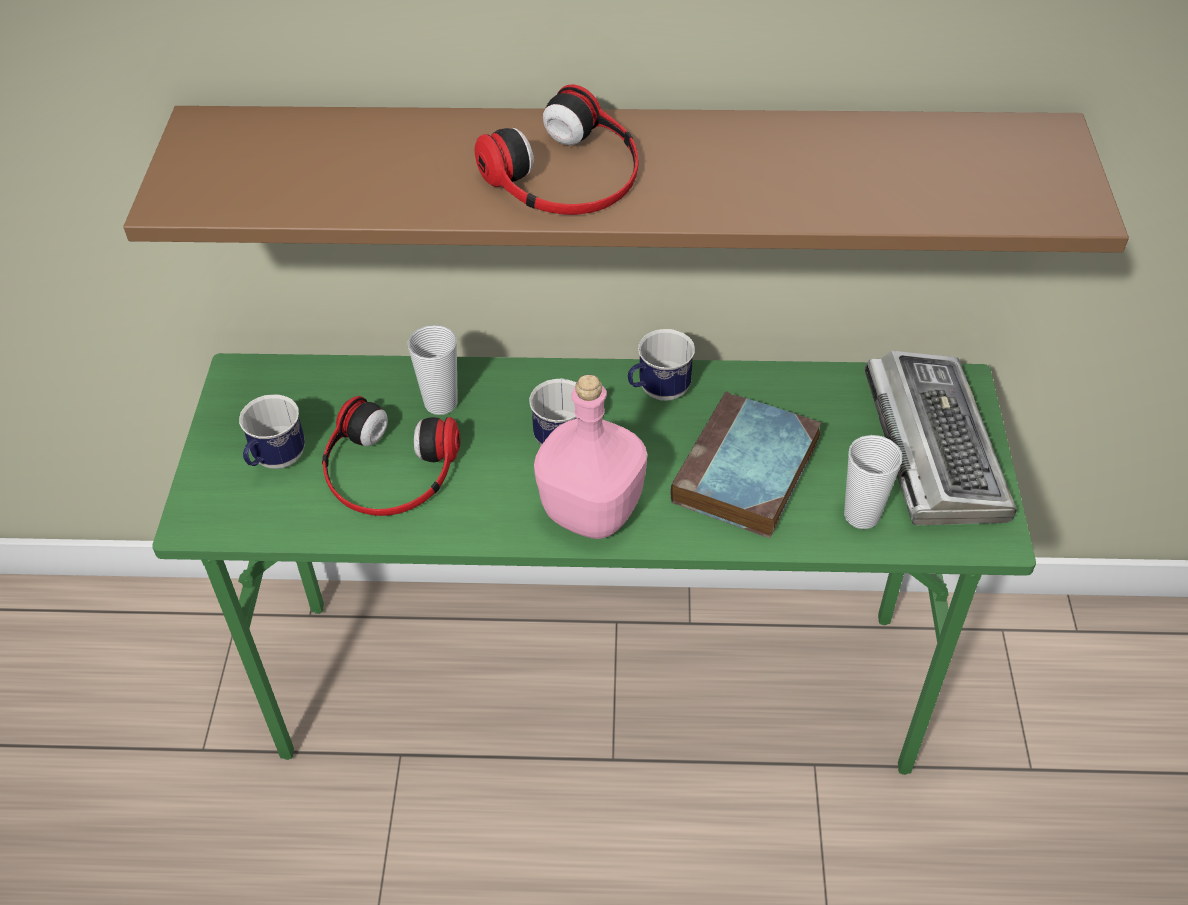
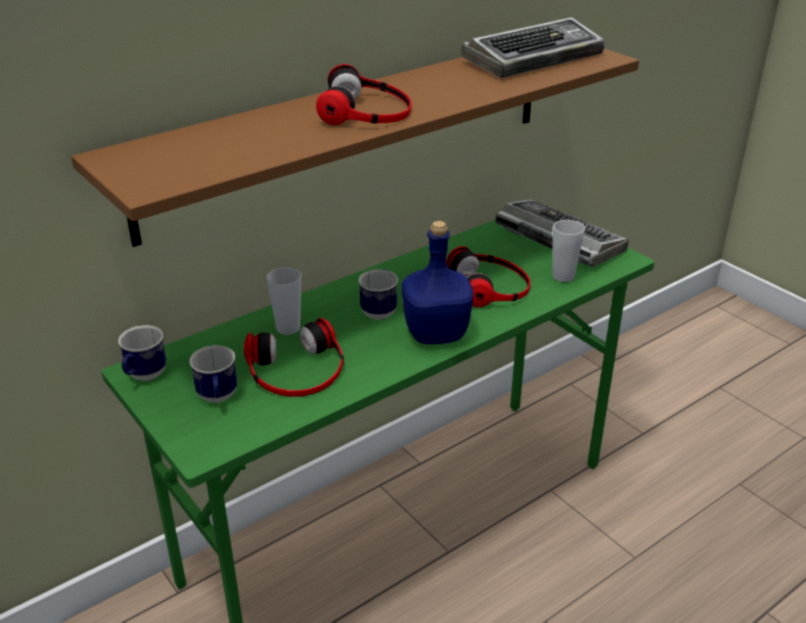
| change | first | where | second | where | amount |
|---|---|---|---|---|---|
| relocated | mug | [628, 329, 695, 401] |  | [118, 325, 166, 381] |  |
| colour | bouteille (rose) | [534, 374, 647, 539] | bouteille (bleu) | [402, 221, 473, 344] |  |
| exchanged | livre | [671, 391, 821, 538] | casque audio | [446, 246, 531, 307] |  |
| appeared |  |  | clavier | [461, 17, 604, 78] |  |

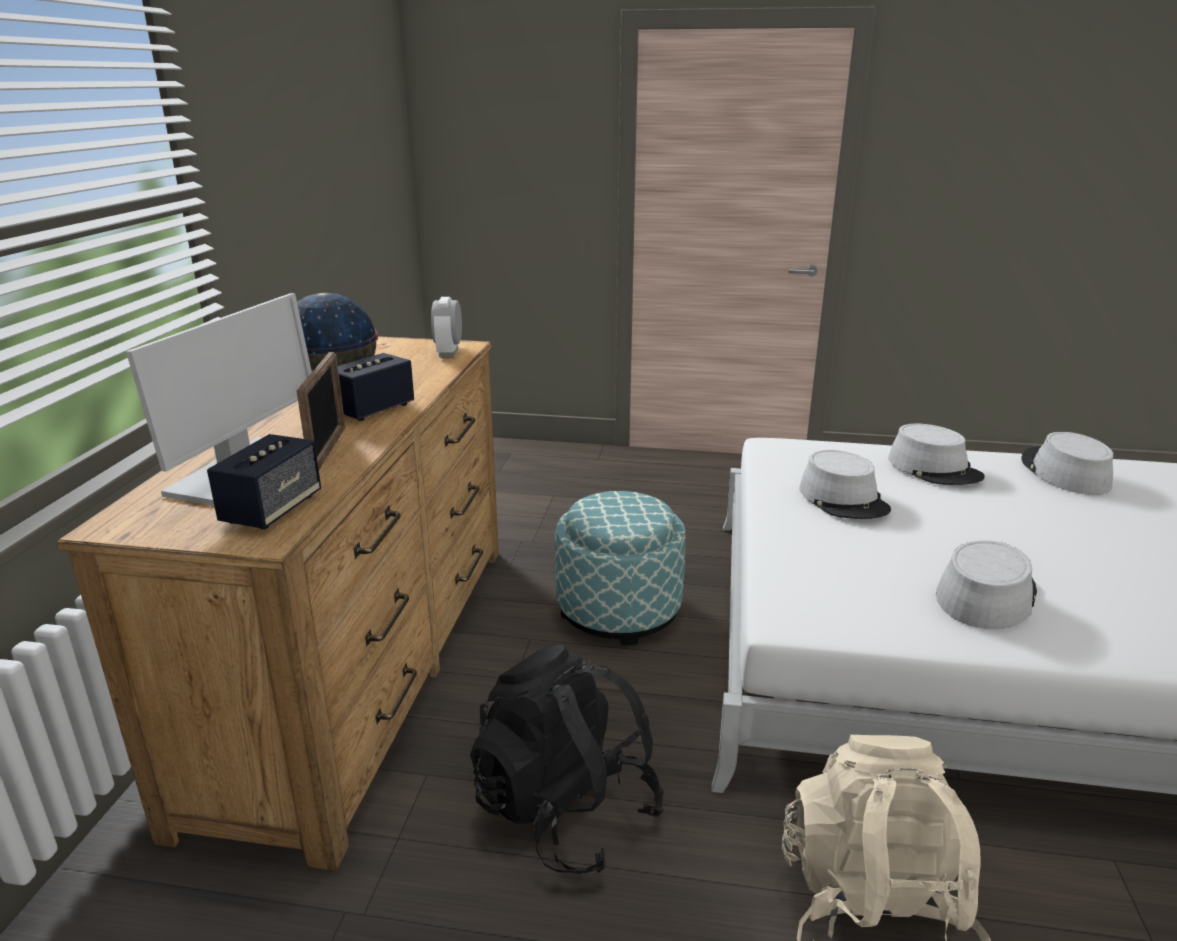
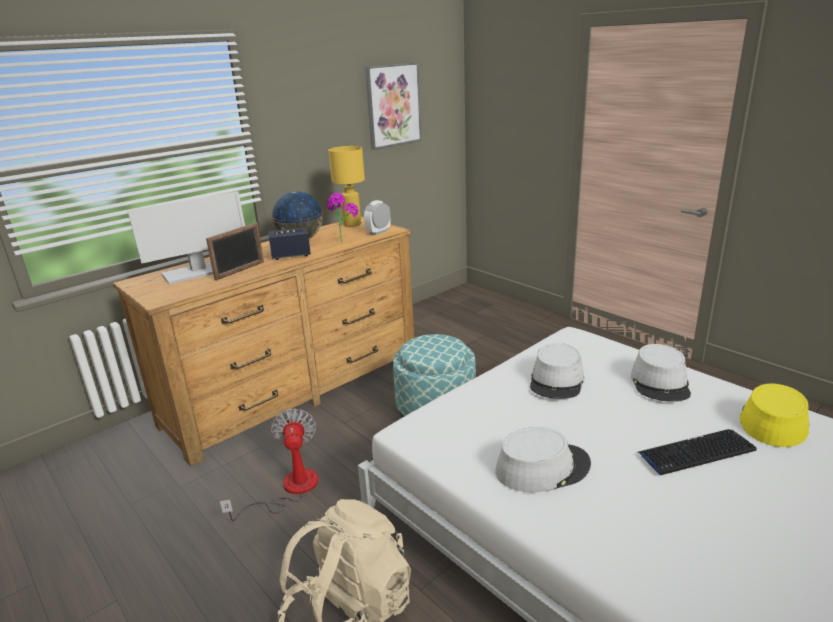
| change | first | where | second | where | amount |
|---|---|---|---|---|---|
| colour | chapeau (gris) | [1021, 432, 1113, 495] | chapeau (jaune) | [740, 383, 809, 447] |  |
| missing | enceinte | [207, 434, 321, 529] |  |  |  |
| exchanged | sac à dos (noir) | [470, 644, 664, 874] | ventilateur | [220, 408, 318, 521] |  |
| appeared |  |  | tableau | [365, 63, 421, 150] |  |
| appeared |  |  | lampe de table (jaune) | [328, 146, 365, 227] |  |
| appeared |  |  | plante en pot | [327, 193, 359, 243] |  |
| appeared |  |  | clavier | [638, 429, 757, 475] |  |

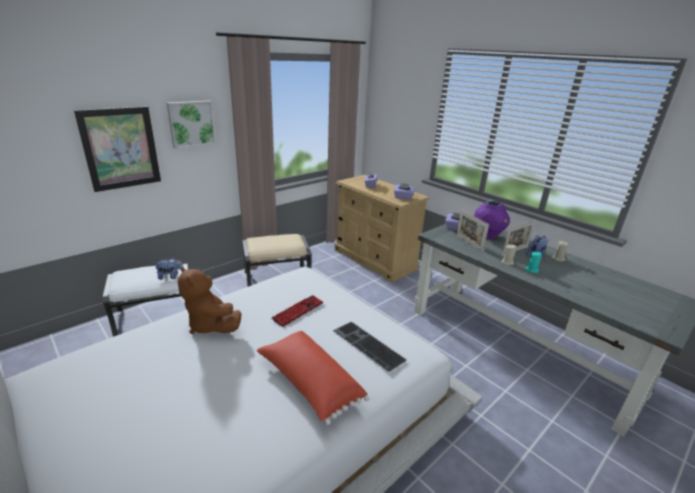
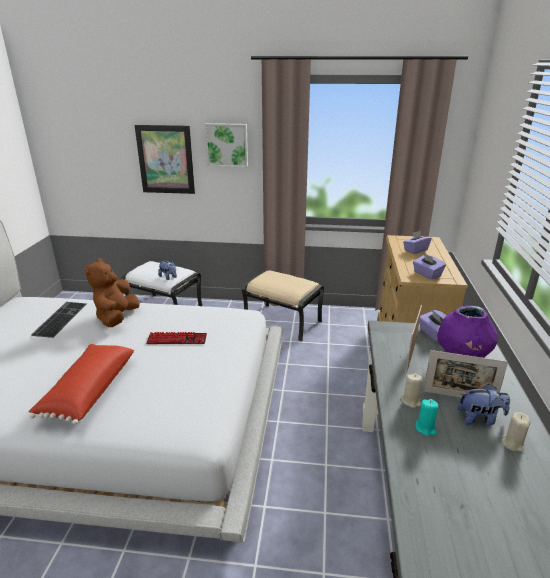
| change | first | where | second | where | amount |
|---|---|---|---|---|---|
| relocated | clavier | [333, 322, 407, 372] |  | [31, 302, 86, 338] |  |

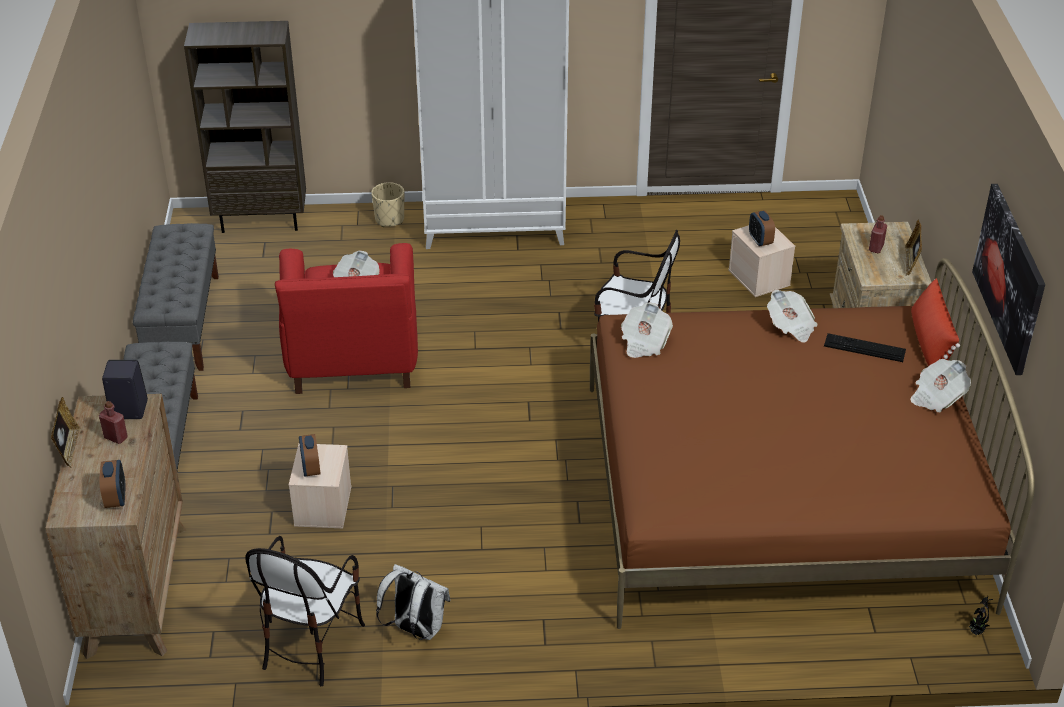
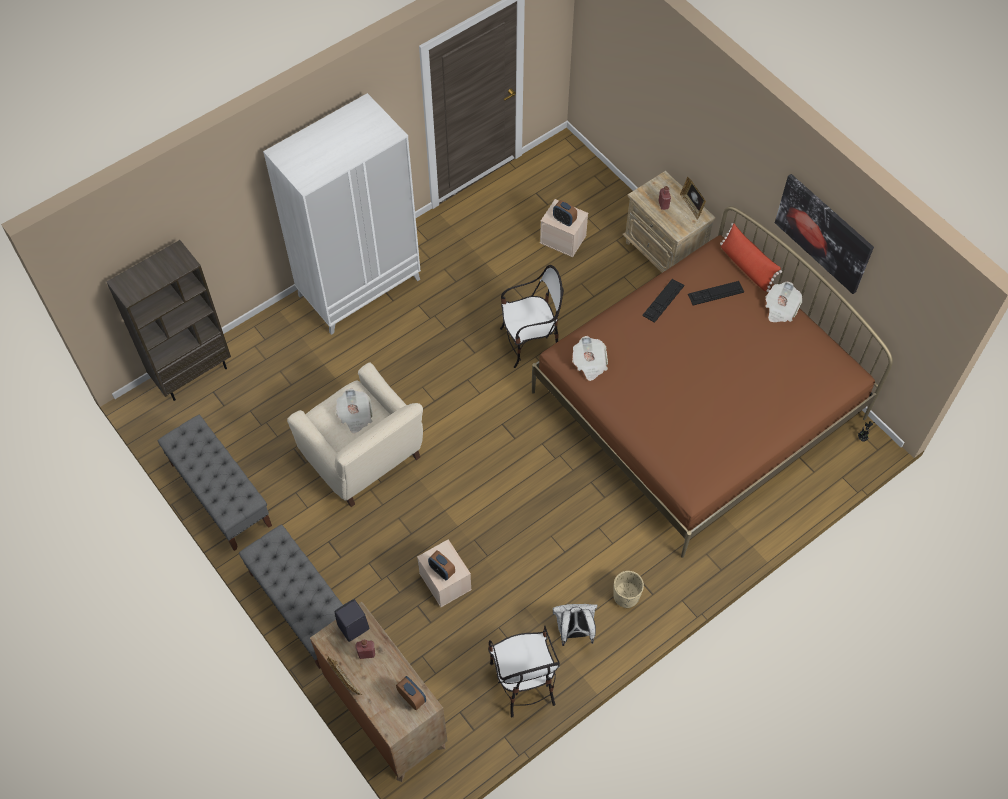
| change | first | where | second | where | amount |
|---|---|---|---|---|---|
| relocated | cache-pot (beige) | [371, 182, 404, 227] |  | [613, 571, 644, 608] |  |
| colour | fauteuil (rouge) | [275, 243, 418, 394] | fauteuil (beige) | [287, 362, 423, 507] |  |
| exchanged | journal | [767, 289, 818, 343] | clavier | [642, 279, 684, 323] |  |

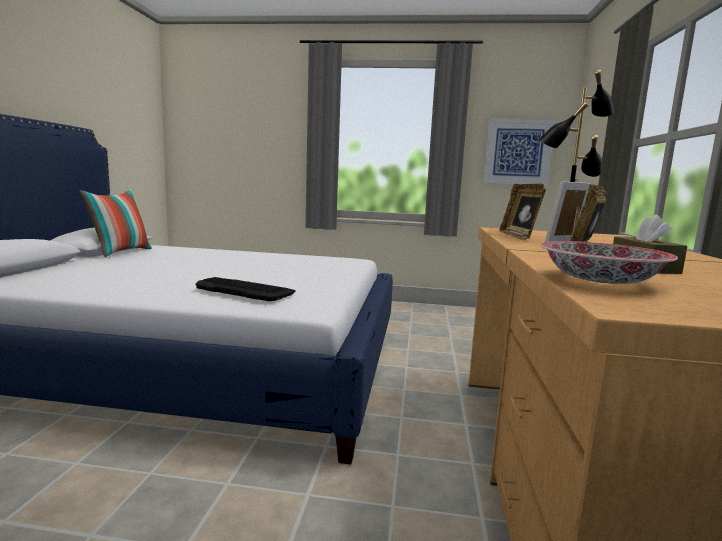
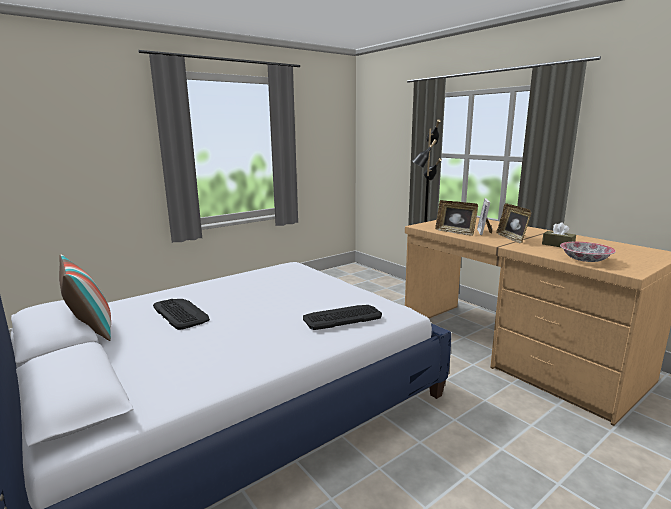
| change | first | where | second | where | amount |
|---|---|---|---|---|---|
| missing | tableau | [483, 118, 555, 186] |  |  |  |
| appeared |  |  | clavier | [153, 299, 210, 330] |  |

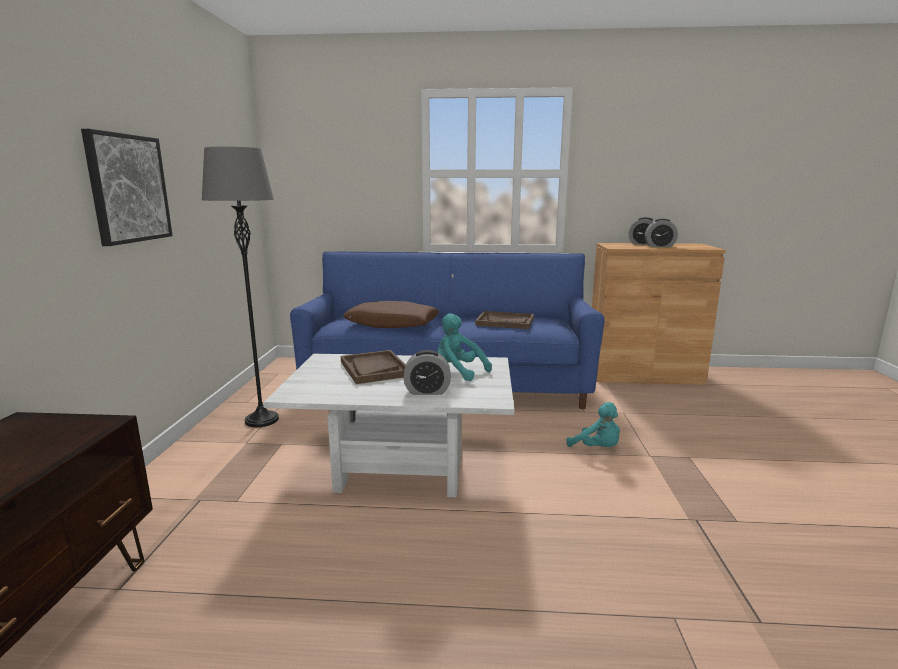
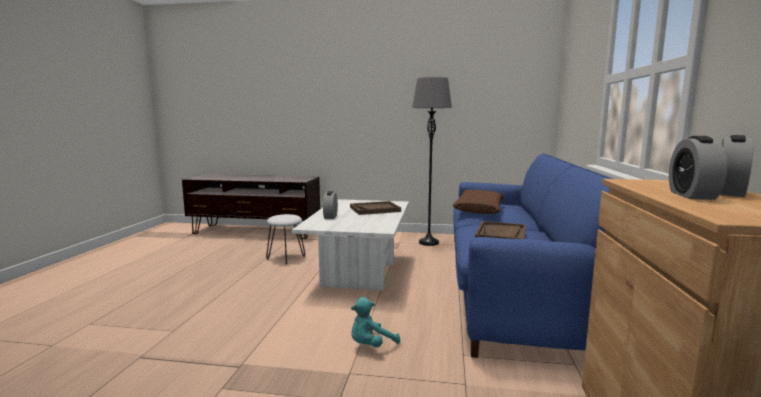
| change | first | where | second | where | amount |
|---|---|---|---|---|---|
| missing | tableau | [81, 129, 173, 246] |  |  |  |
| missing | peluche (turquoise) | [437, 314, 492, 381] |  |  |  |
| appeared |  |  | tabouret (blanc) | [266, 214, 306, 264] |  |

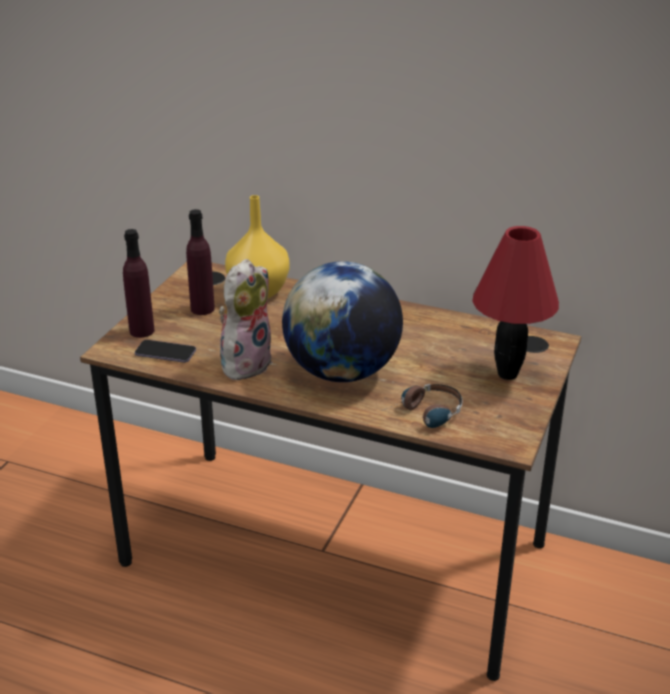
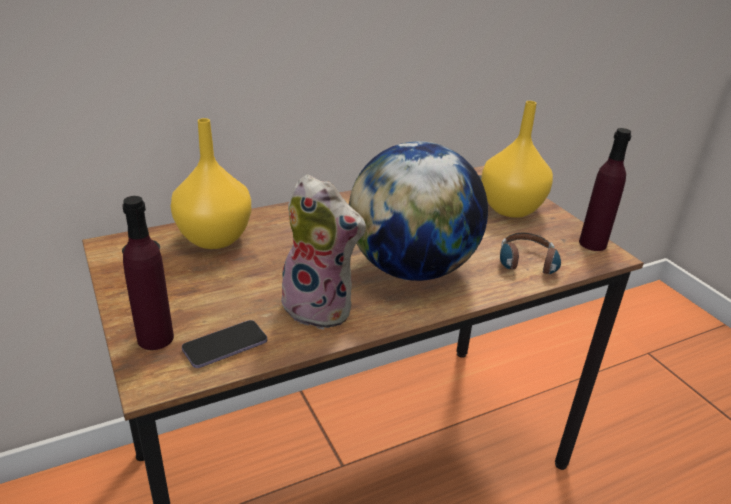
| change | first | where | second | where | amount |
|---|---|---|---|---|---|
| relocated | bouteille (violet) | [186, 209, 215, 315] |  | [579, 128, 632, 251] |  |
| exchanged | lampe de table (rouge) | [472, 226, 559, 380] | vase (jaune) | [481, 101, 553, 218] |  |
| spun | peluche | [219, 259, 273, 380] |  | [275, 175, 366, 330] | 135 degrees clockwise |

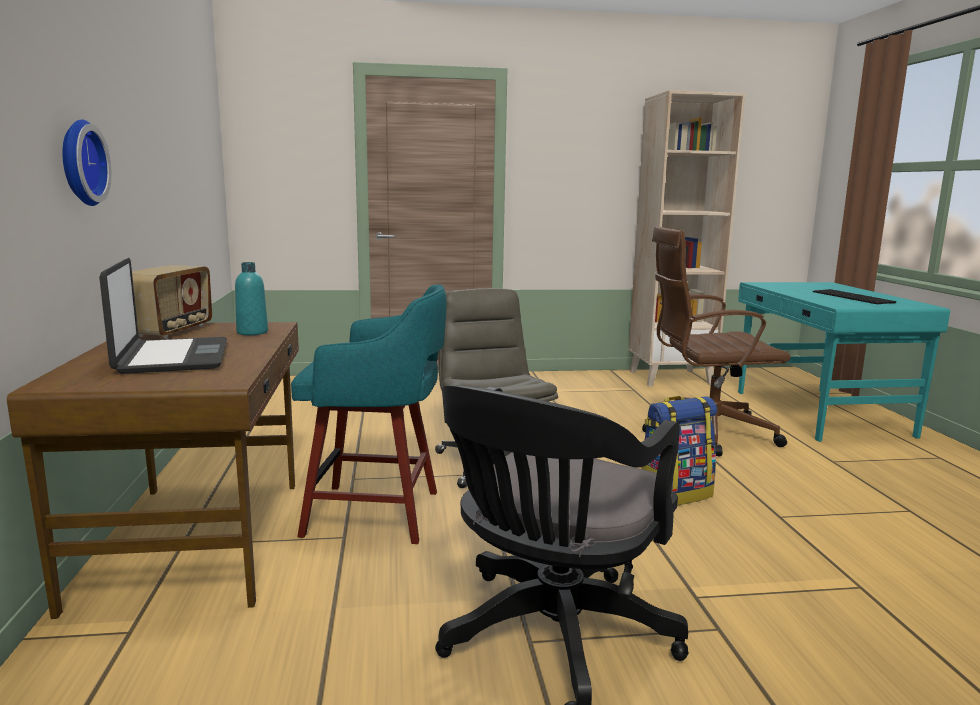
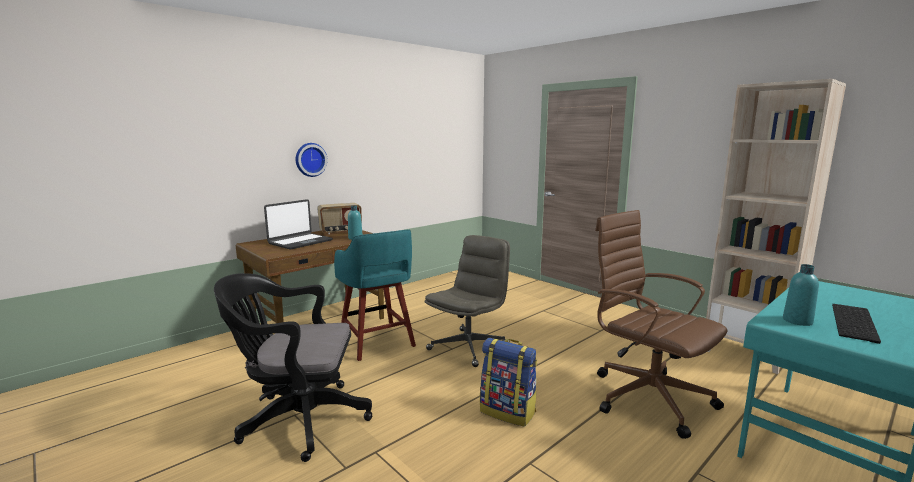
| change | first | where | second | where | amount |
|---|---|---|---|---|---|
| appeared |  |  | bouteille (turquoise) | [783, 264, 819, 326] |  |

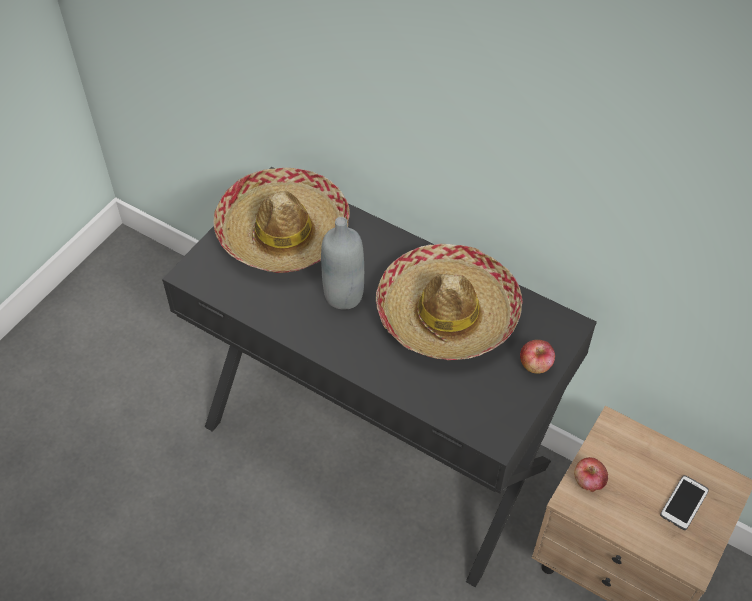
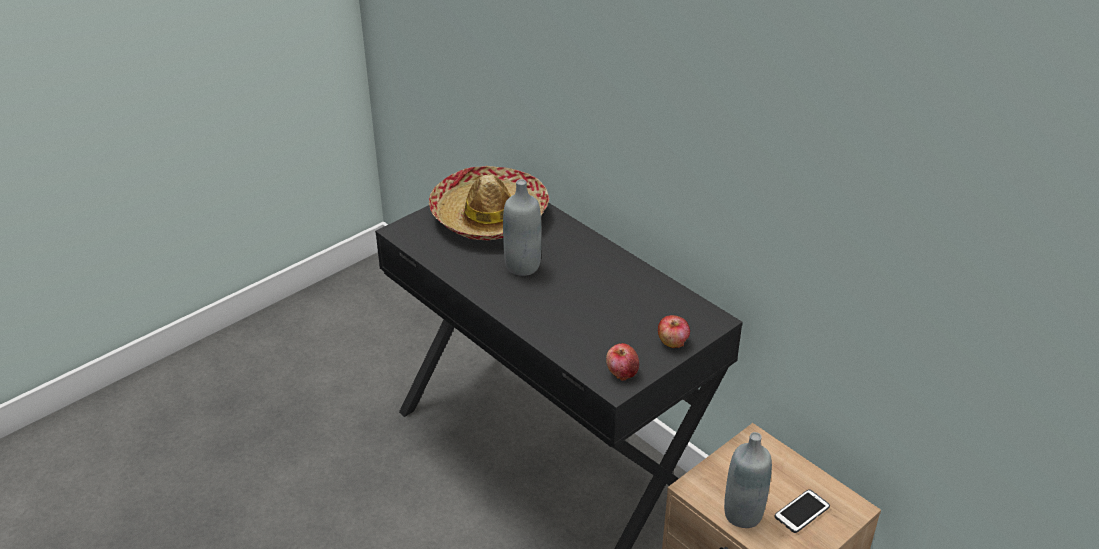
| change | first | where | second | where | amount |
|---|---|---|---|---|---|
| missing | chapeau | [376, 244, 523, 360] |  |  |  |
| relocated | pomme | [574, 457, 608, 492] |  | [606, 343, 639, 381] |  |
| appeared |  |  | bouteille (gris) | [724, 432, 772, 528] |  |

